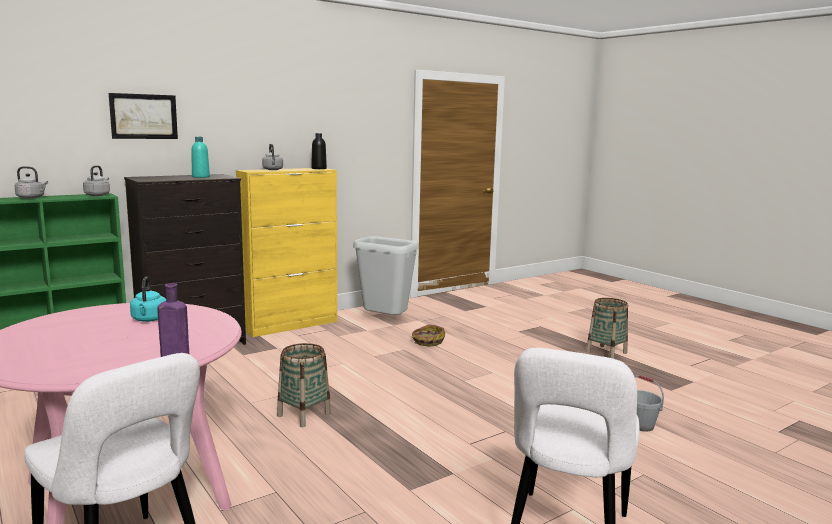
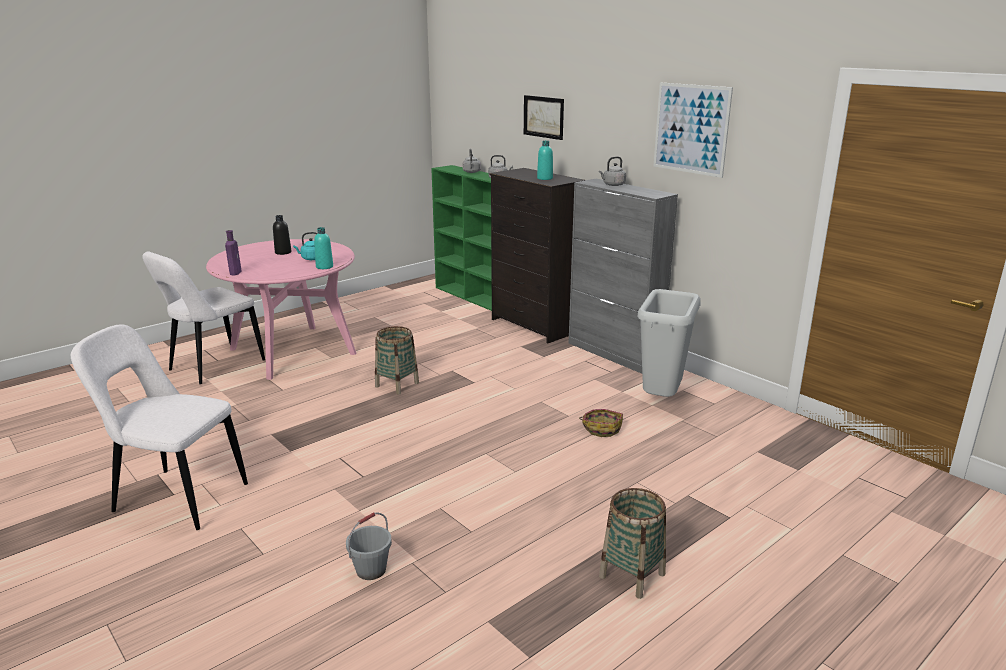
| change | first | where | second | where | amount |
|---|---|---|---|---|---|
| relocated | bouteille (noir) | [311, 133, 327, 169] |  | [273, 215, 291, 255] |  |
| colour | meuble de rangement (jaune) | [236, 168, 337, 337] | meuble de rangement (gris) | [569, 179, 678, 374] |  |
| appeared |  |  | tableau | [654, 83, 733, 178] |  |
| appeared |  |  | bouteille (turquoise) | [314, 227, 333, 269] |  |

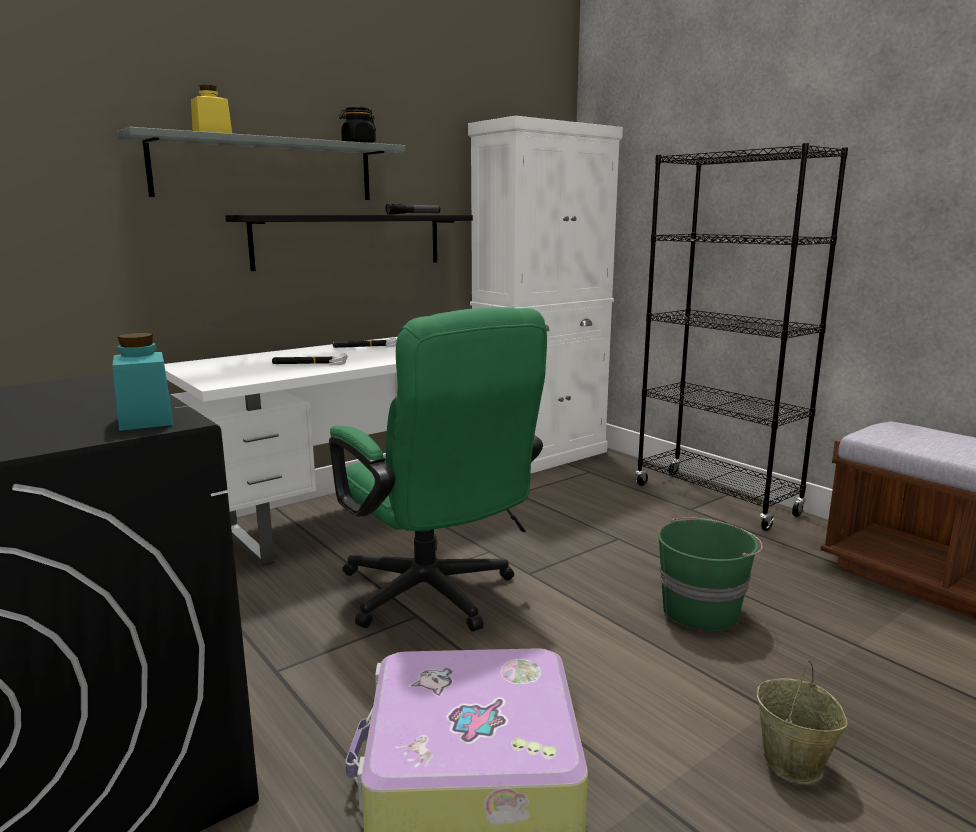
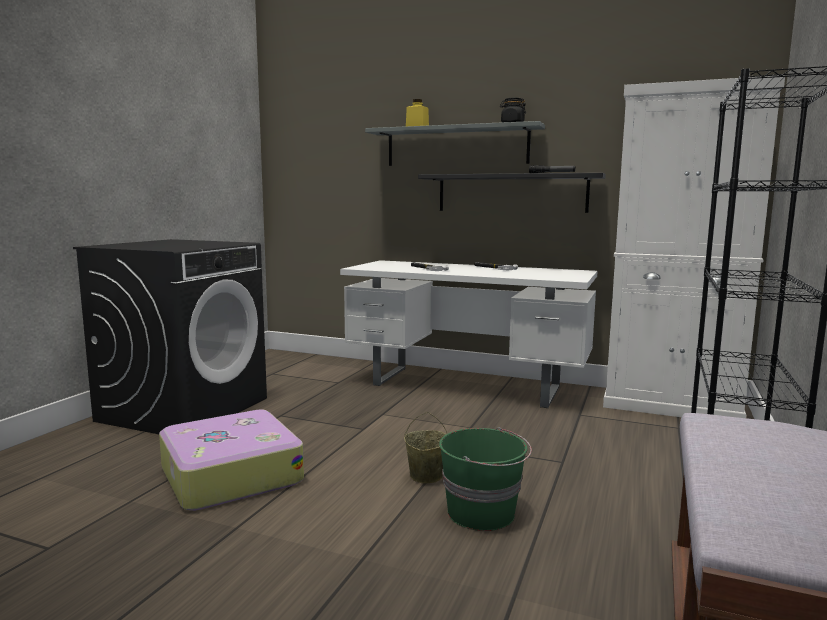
| change | first | where | second | where | amount |
|---|---|---|---|---|---|
| missing | chaise de bureau (vert) | [329, 307, 547, 632] |  |  |  |
| missing | bocal (turquoise) | [112, 333, 174, 431] |  |  |  |
| relocated | seau (beige) | [757, 661, 848, 782] |  | [404, 412, 447, 483] |  |

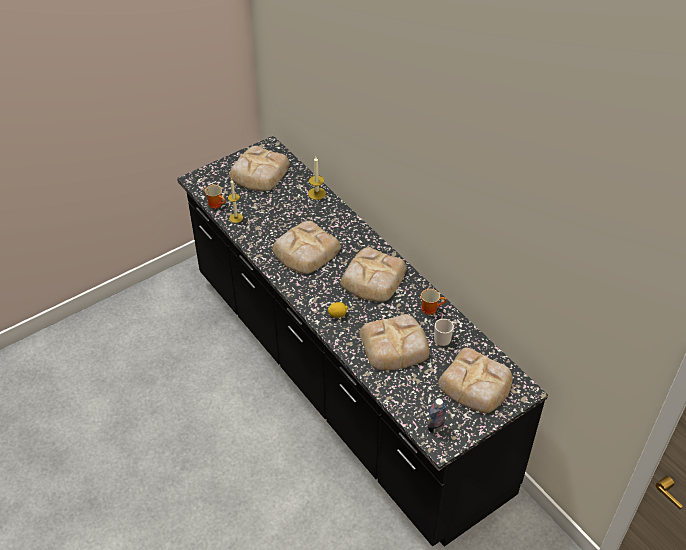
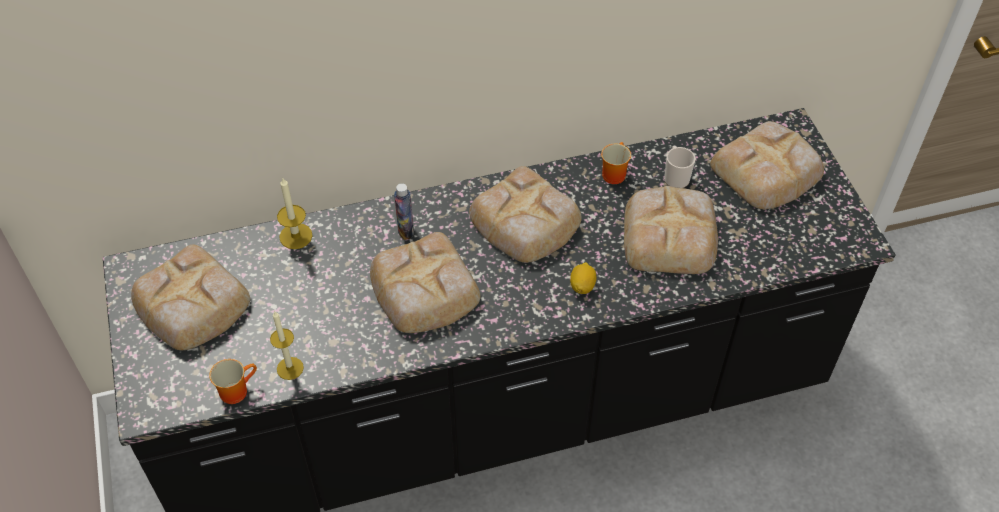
| change | first | where | second | where | amount |
|---|---|---|---|---|---|
| relocated | bouteille | [428, 399, 447, 433] |  | [394, 183, 414, 240] |  |

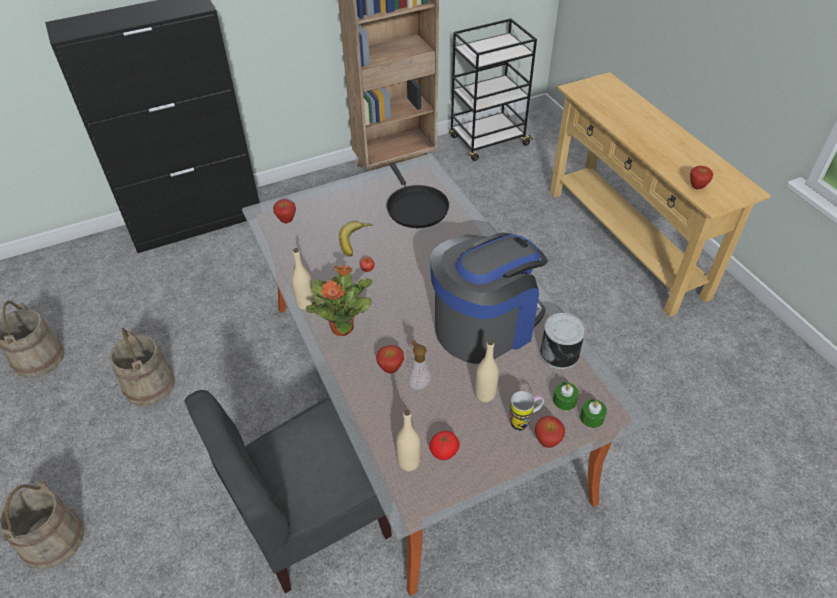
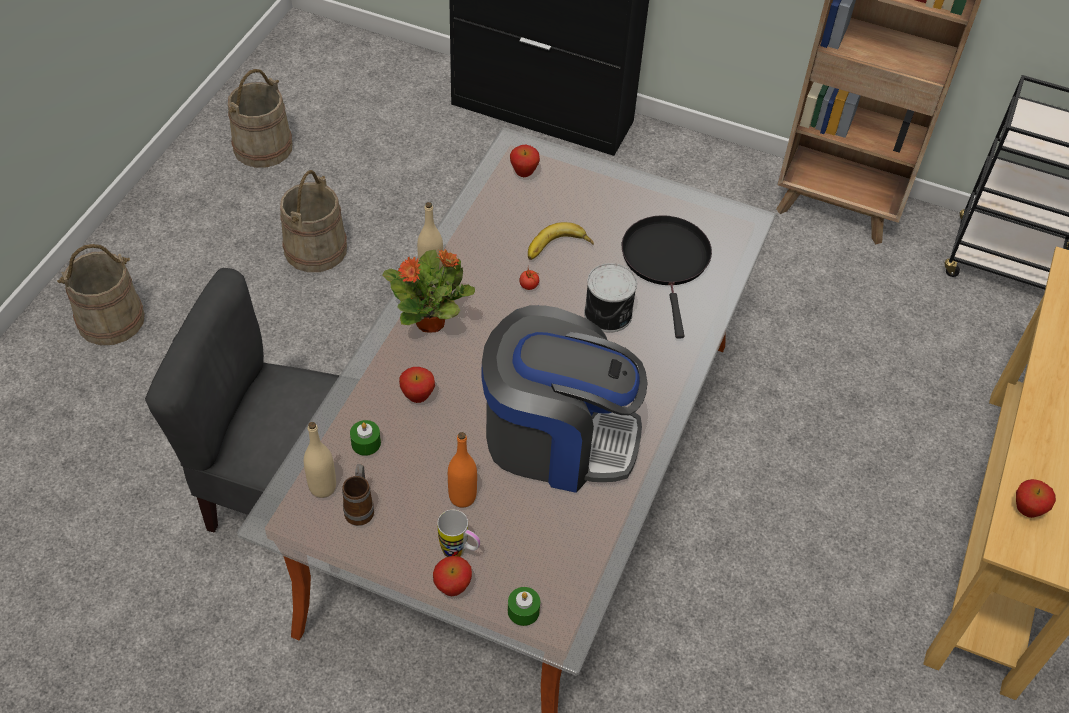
| change | first | where | second | where | amount |
|---|---|---|---|---|---|
| spun | poêle (noir) | [387, 162, 449, 228] |  | [622, 215, 712, 338] | 150 degrees clockwise |
| relocated | boîte métallique | [540, 313, 586, 369] |  | [584, 263, 637, 333] |  |
| missing | distributeur de savon | [408, 340, 433, 390] |  |  |  |
| colour | bouteille (beige) | [475, 340, 499, 402] | bouteille (orange) | [448, 432, 477, 508] |  |
| relocated | bougie (vert) | [553, 382, 579, 410] |  | [350, 420, 381, 456] |  |
| exchanged | tomate | [429, 431, 460, 460] | mug | [342, 464, 374, 525] |  |

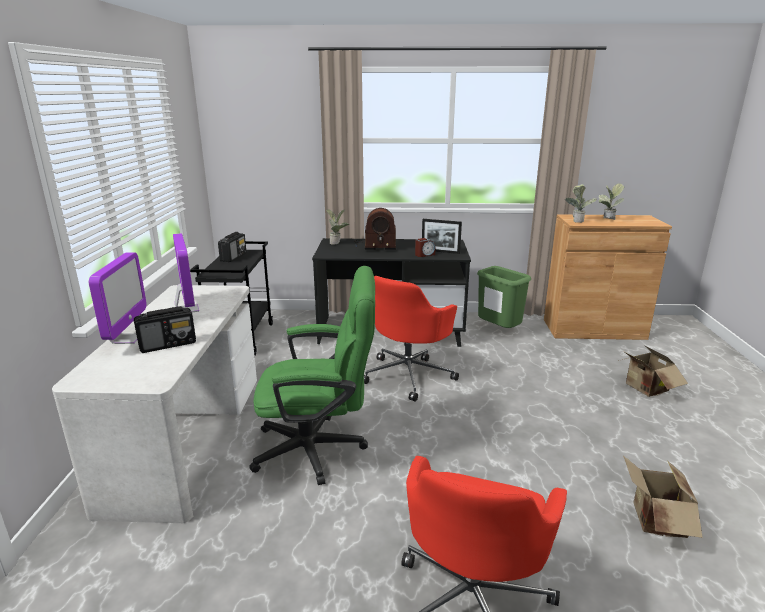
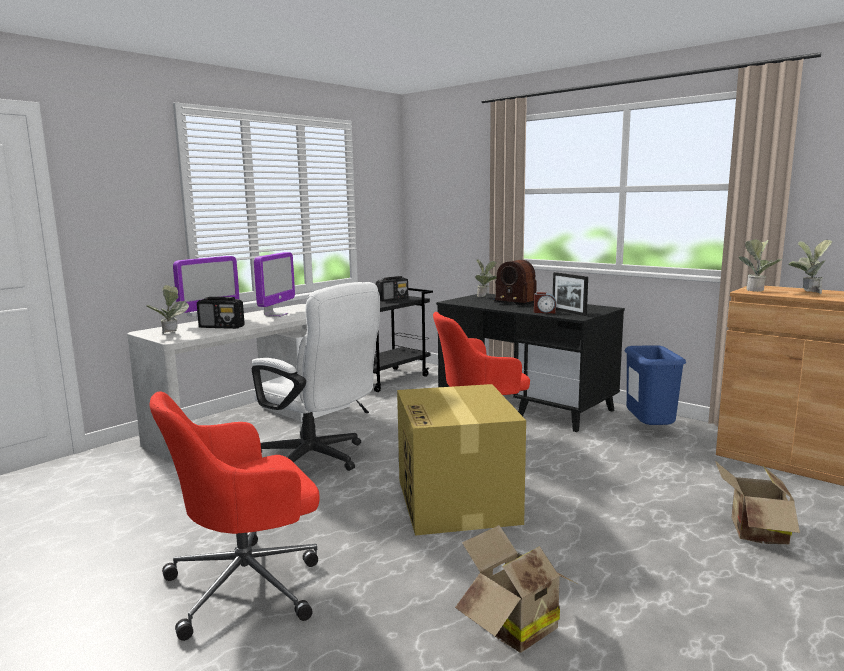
| change | first | where | second | where | amount |
|---|---|---|---|---|---|
| colour | chaise de bureau (vert) | [249, 266, 375, 485] | chaise de bureau (blanc) | [252, 282, 380, 471] |  |
| colour | poubelle (vert) | [477, 266, 531, 328] | poubelle (bleu) | [625, 345, 686, 425] |  |
| appeared |  |  | plante en pot | [146, 285, 189, 334] |  |
| appeared |  |  | carton | [397, 384, 526, 536] |  |

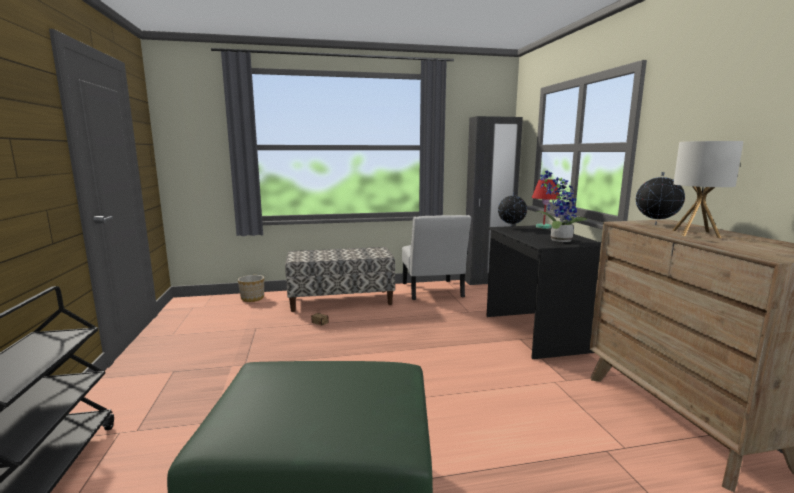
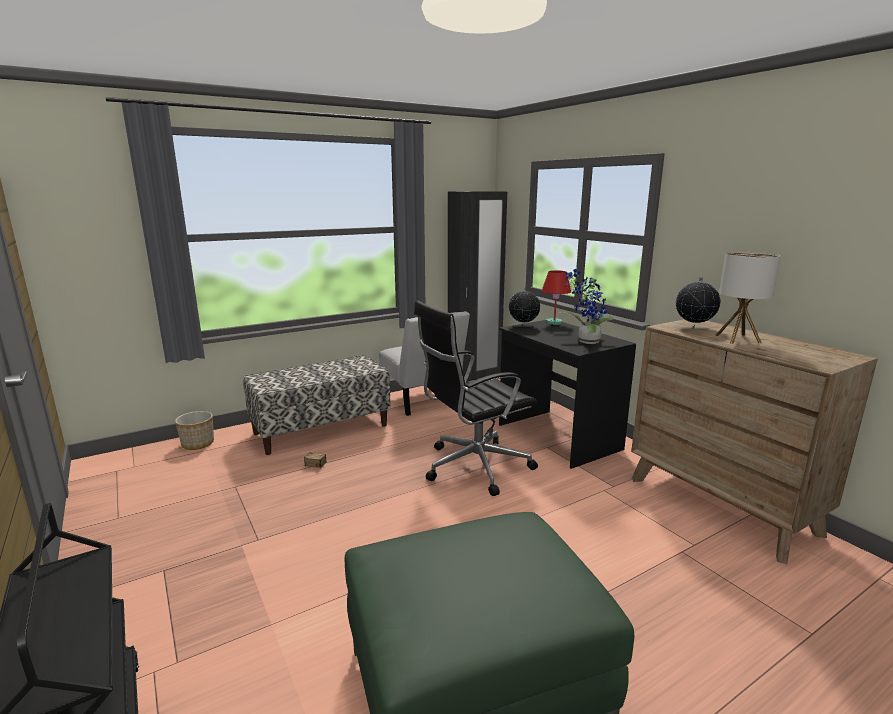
| change | first | where | second | where | amount |
|---|---|---|---|---|---|
| appeared |  |  | chaise de bureau (noir) | [414, 300, 538, 496] |  |

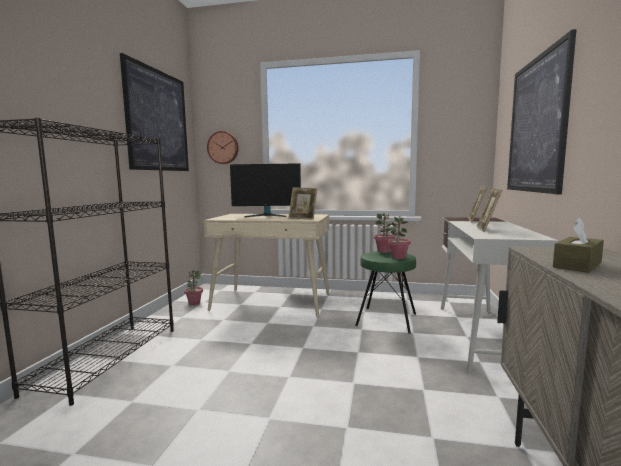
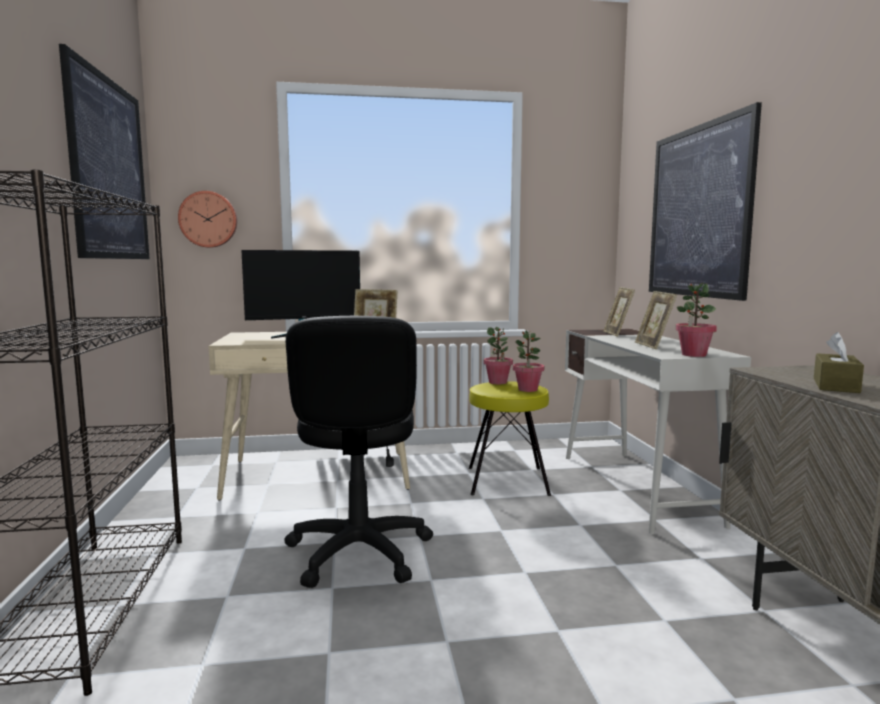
| change | first | where | second | where | amount |
|---|---|---|---|---|---|
| colour | tabouret (vert) | [355, 251, 416, 334] | tabouret (jaune) | [469, 381, 551, 496] |  |
| relocated | plante en pot | [184, 270, 203, 305] |  | [676, 283, 717, 357] |  |
| appeared |  |  | chaise de bureau (noir) | [284, 316, 433, 588] |  |

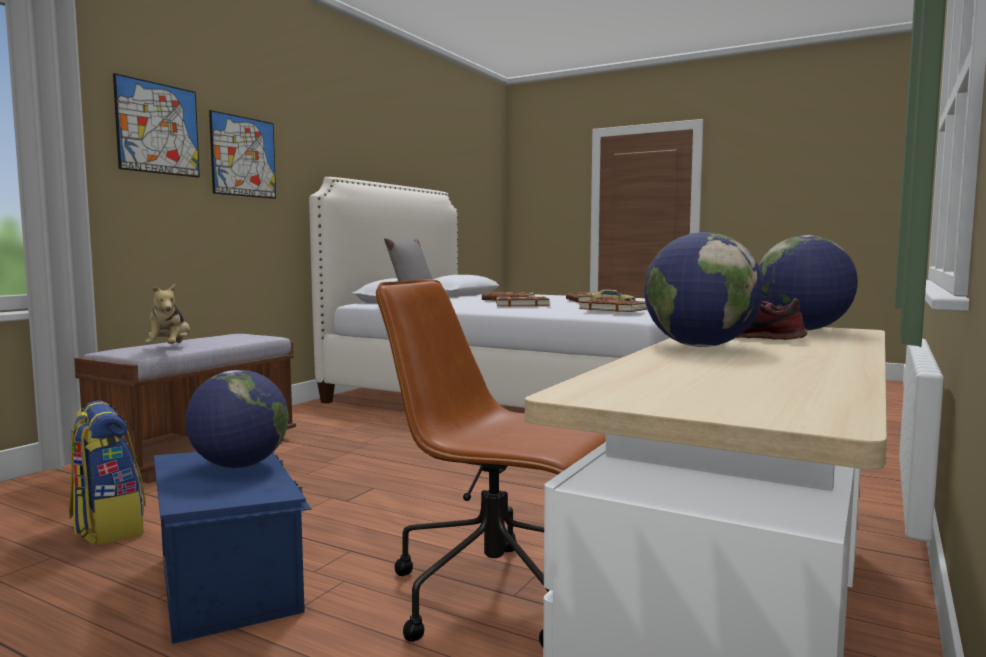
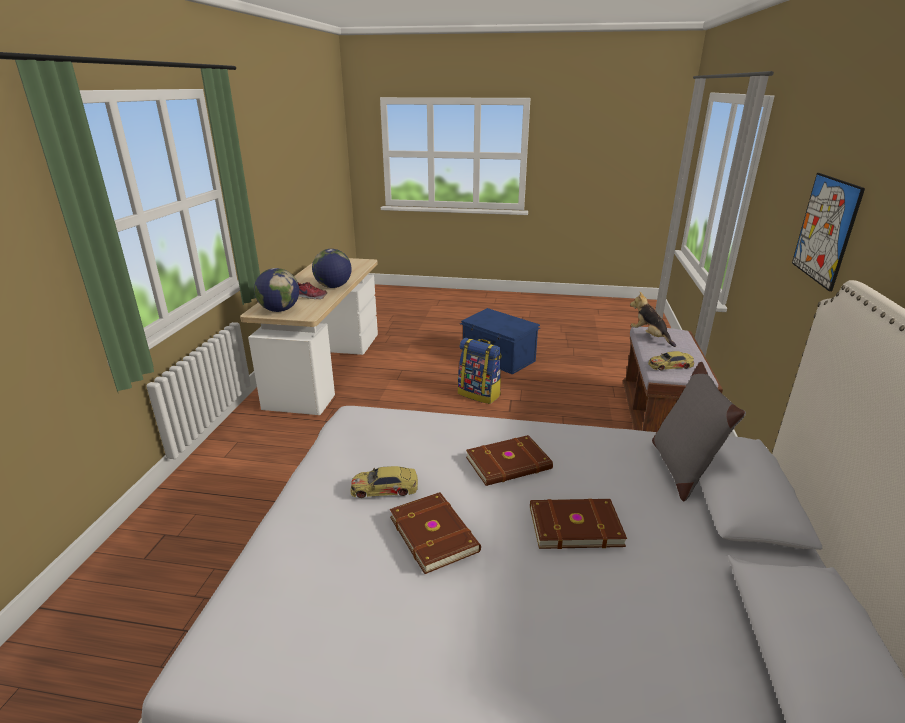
| change | first | where | second | where | amount |
|---|---|---|---|---|---|
| missing | tableau | [113, 73, 200, 178] |  |  |  |
| missing | chaise de bureau (marron) | [376, 280, 606, 647] |  |  |  |
| missing | livre (marron) | [579, 299, 648, 312] |  |  |  |
| missing | globe | [185, 370, 288, 468] |  |  |  |
| relocated | sac à dos | [69, 401, 146, 545] |  | [458, 338, 502, 404] |  |
| appeared |  |  | petite voiture | [648, 351, 694, 371] |  |

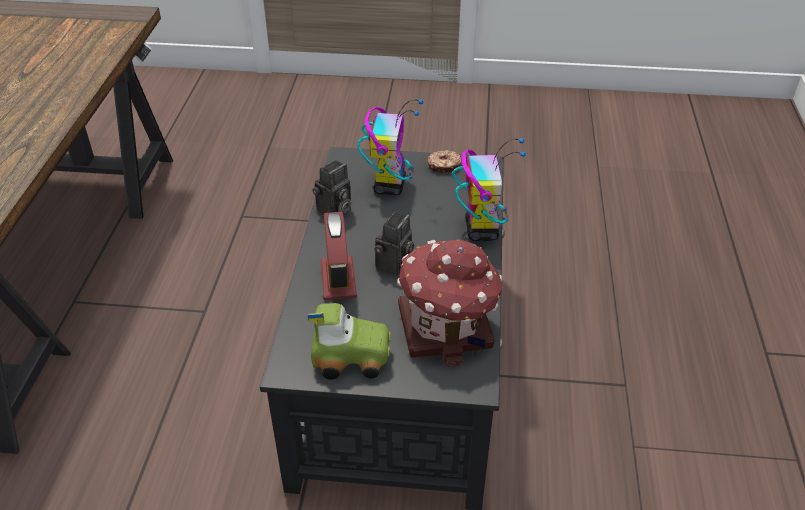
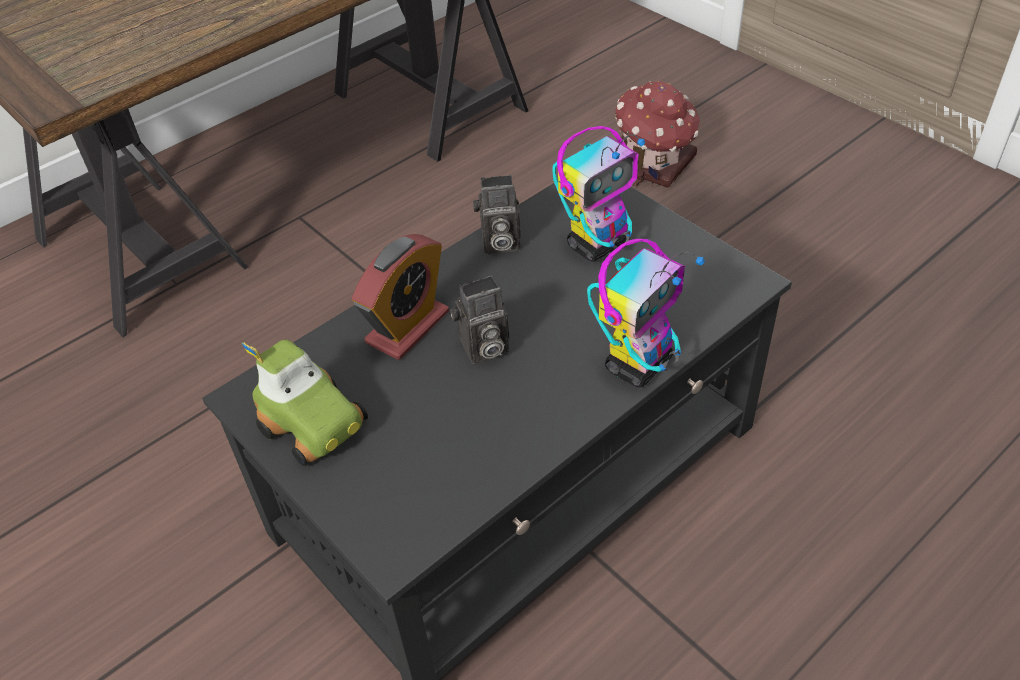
| change | first | where | second | where | amount |
|---|---|---|---|---|---|
| missing | beignet | [427, 150, 462, 173] |  |  |  |
| relocated | maison miniature | [397, 240, 503, 367] |  | [615, 81, 701, 188] |  |

